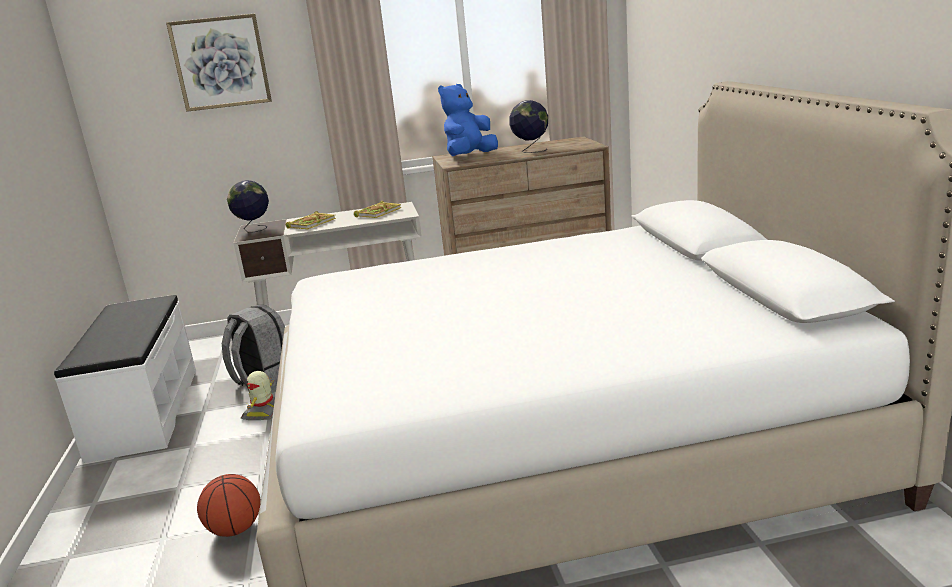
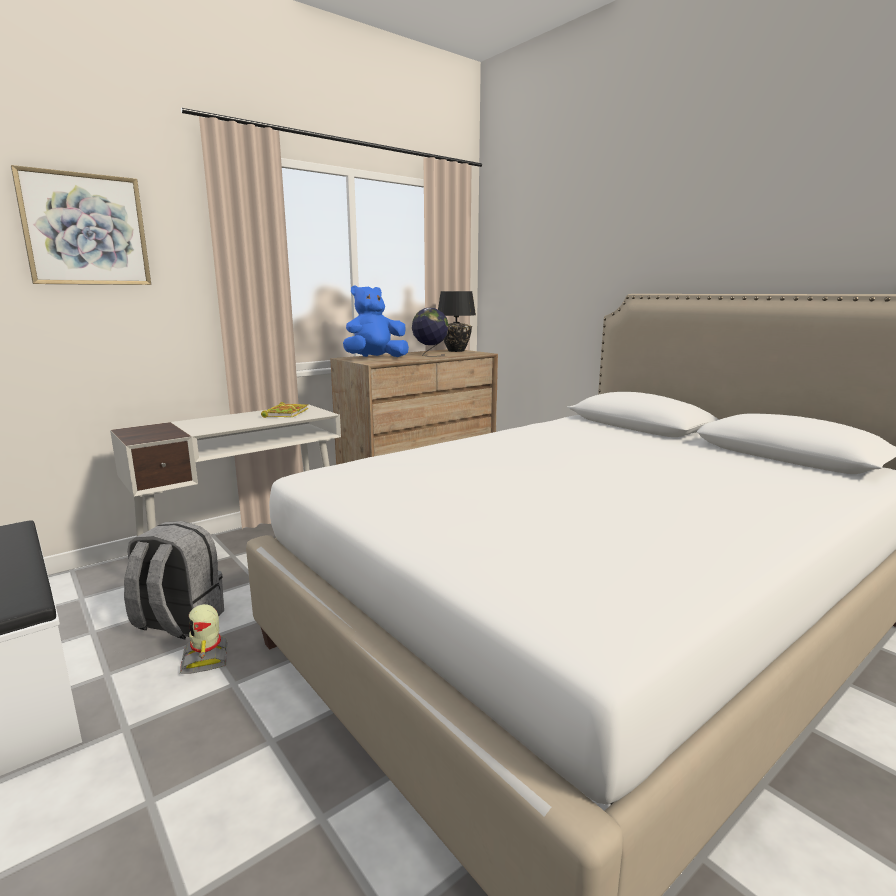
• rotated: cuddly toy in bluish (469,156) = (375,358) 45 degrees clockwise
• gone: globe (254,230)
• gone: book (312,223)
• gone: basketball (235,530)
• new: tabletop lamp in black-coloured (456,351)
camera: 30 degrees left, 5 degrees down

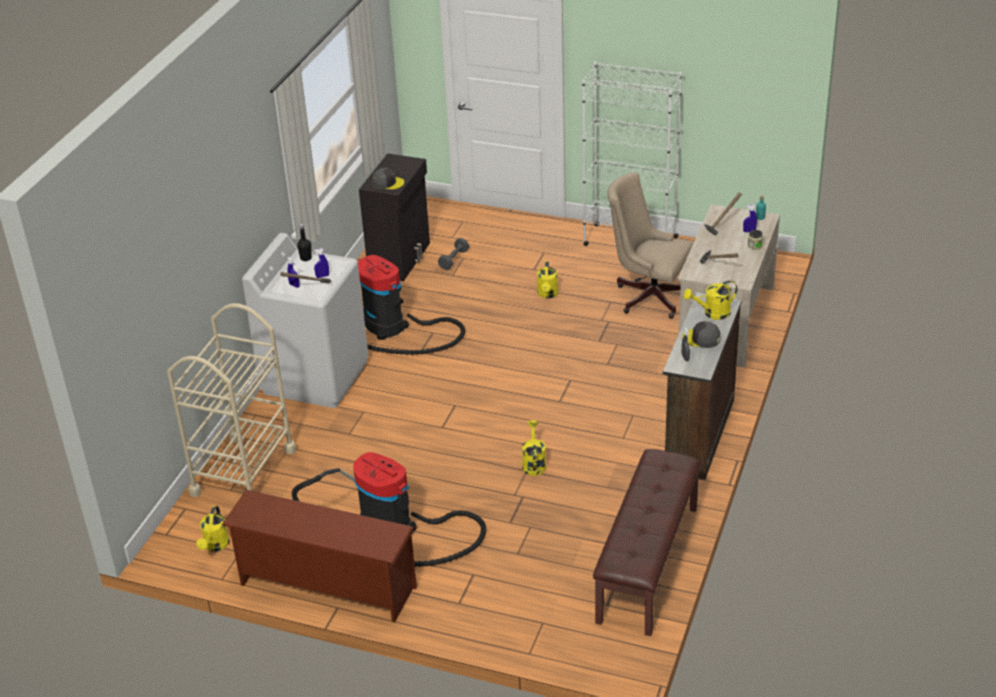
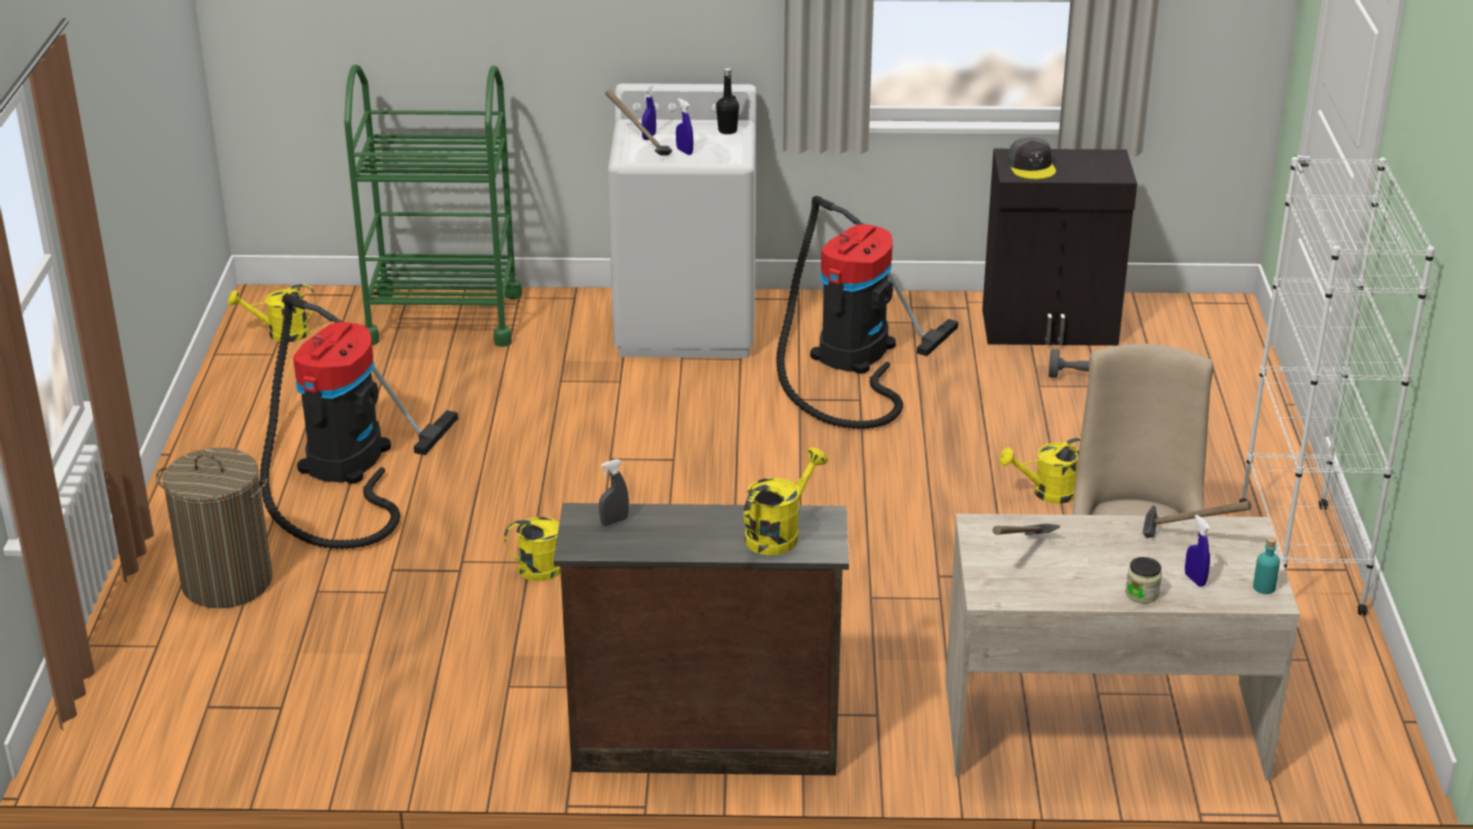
• rotated: watering pot in yellow (712,313) = (779,533) 75 degrees clockwise
• repainted: cart in beige-coloured (243,471) to cart in green (443,318)
• gone: peaked cap in grey (701,339)
• gone: long seat in brownish (648,564)
• gone: shoe rack in brownish (325,587)
• new: laundry basket (227,582)
camera: 70 degrees right, 5 degrees down

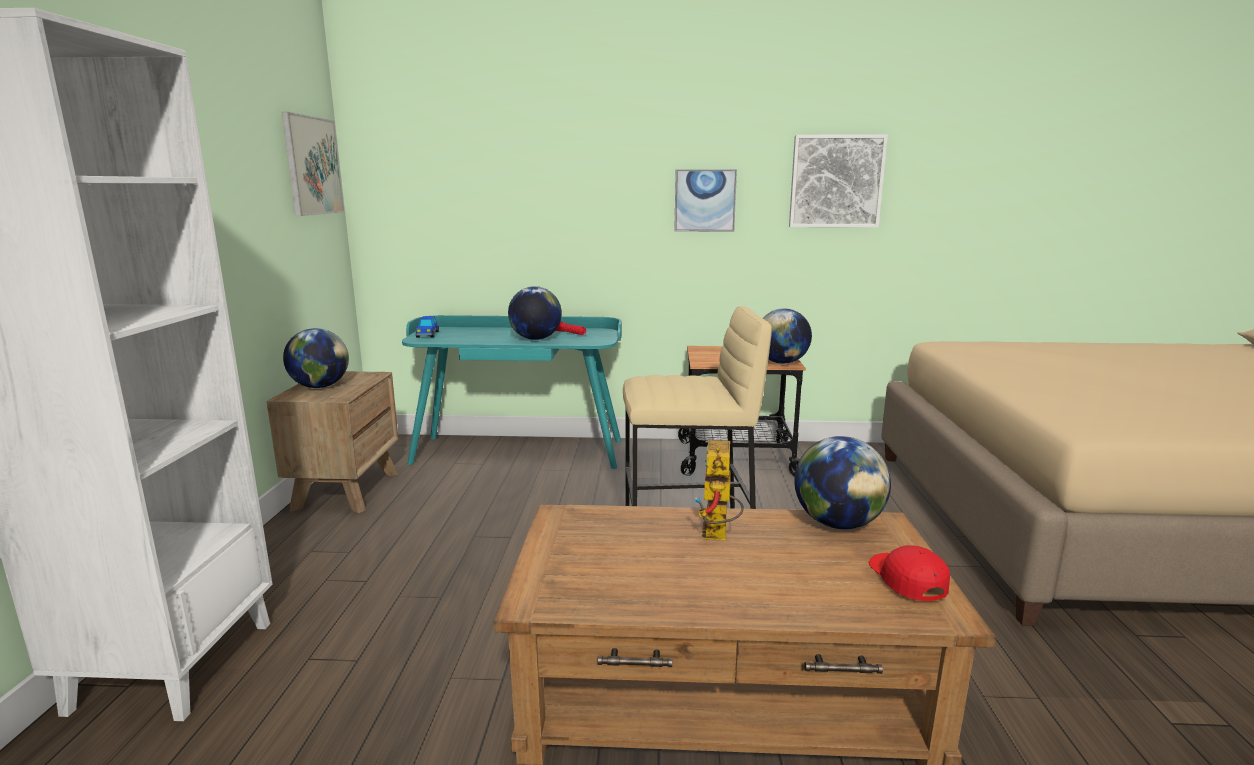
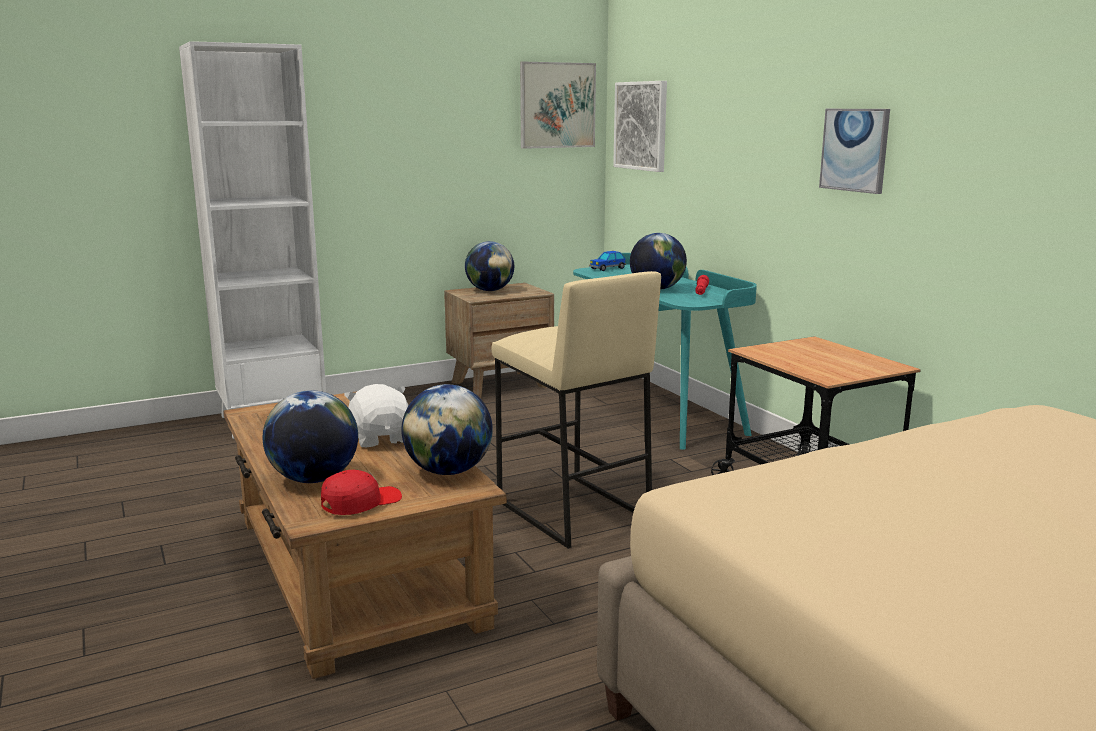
• shifted: picture (836,181) to (641,126)
• shifted: globe (781,362) to (314,479)
• swapped: model robot (718,536) to cuddly toy in whitish (382,438)
camera: 60 degrees right, 0 degrees up

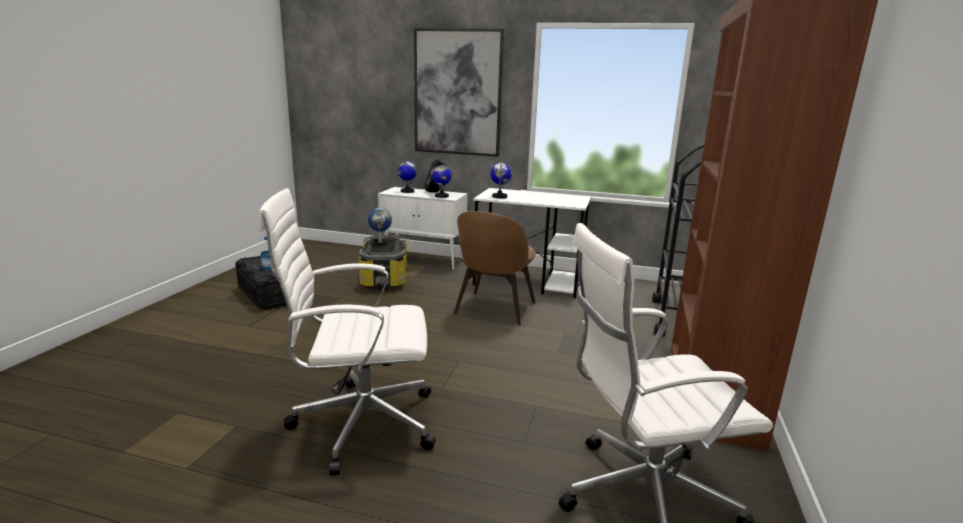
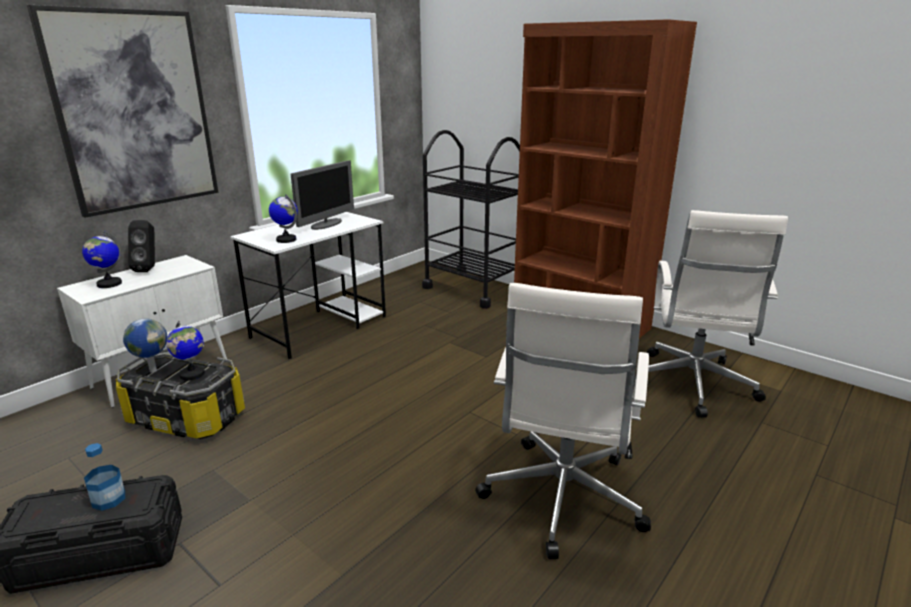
• shifted: globe (441,196) to (192,374)
• gone: chair in brownish (494,309)
• new: computer screen (326,224)
camera: 65 degrees left, 5 degrees up

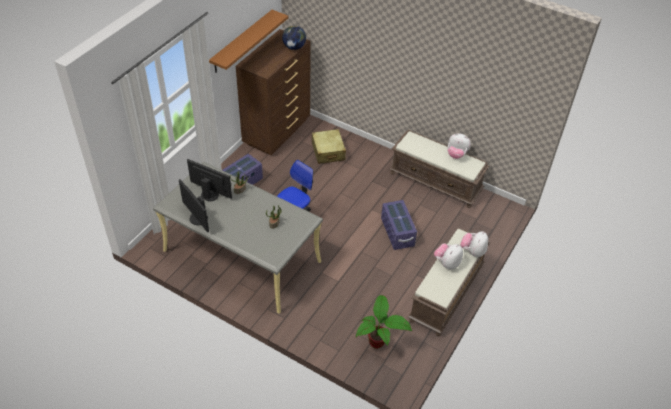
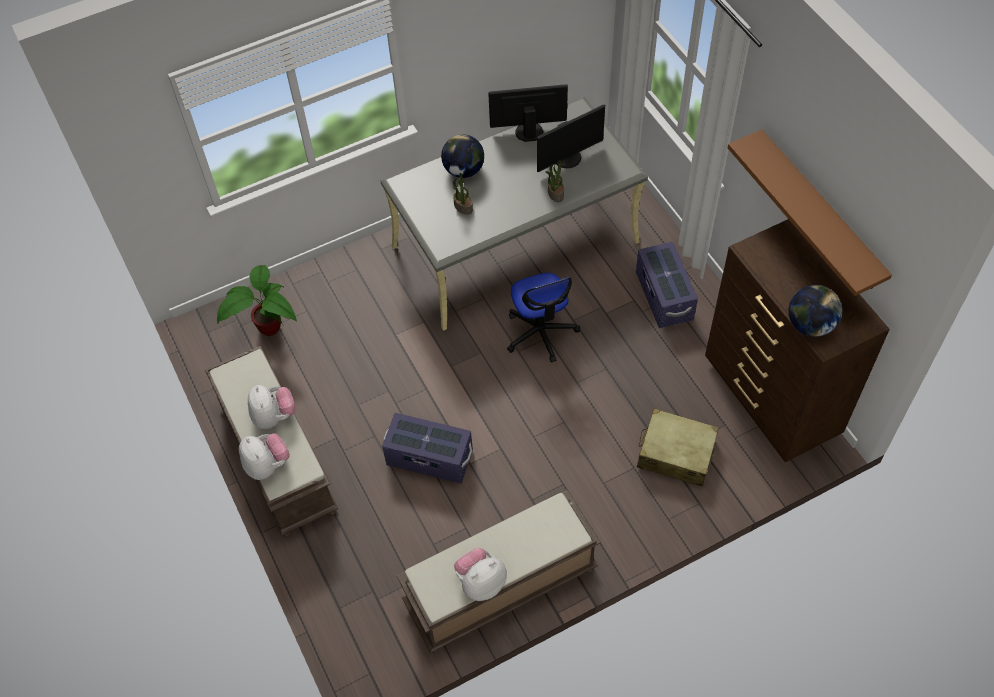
• new: globe (464,170)
camera: 125 degrees right, 10 degrees up

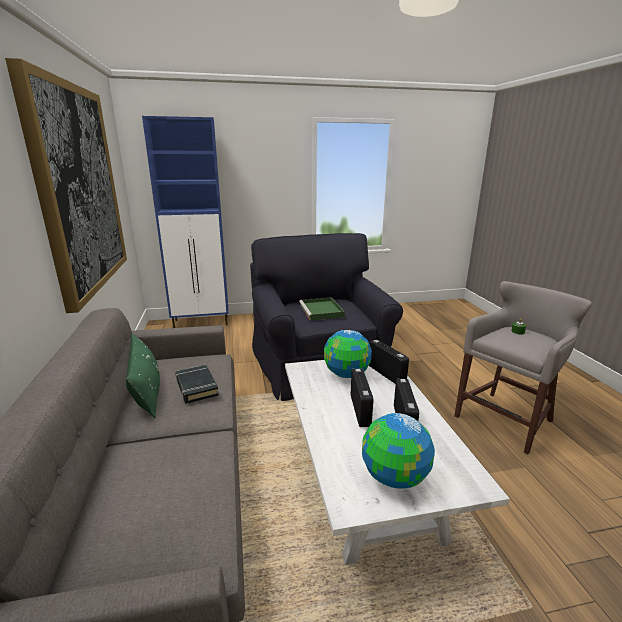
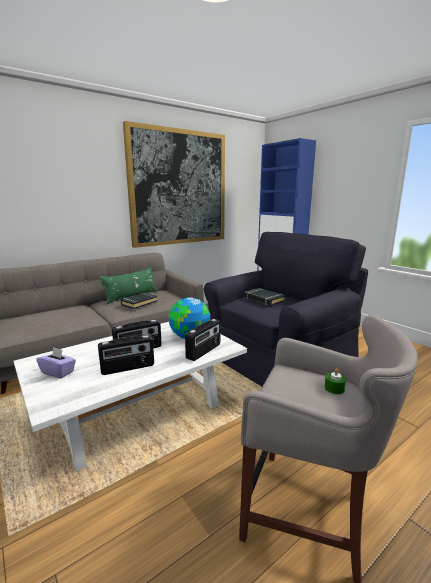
• swapped: serving tray in green (322,311) to book in black-coloured (263,299)
• swapped: globe (394,477) to box of tissues in purple-coloured (58,372)
camera: 65 degrees right, 5 degrees down

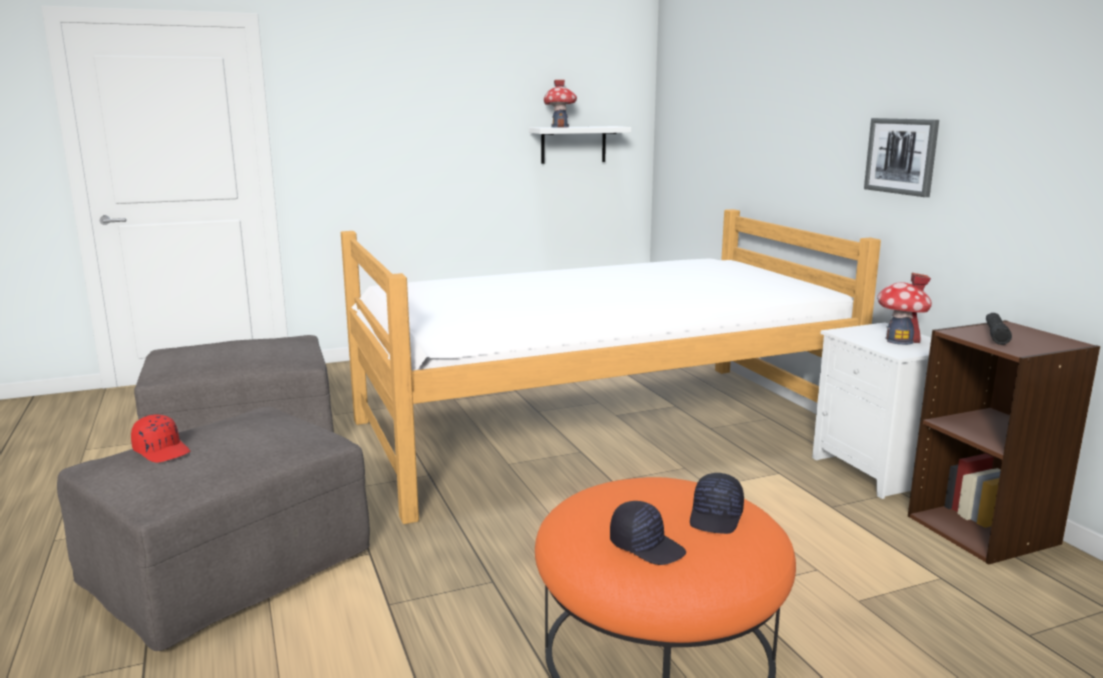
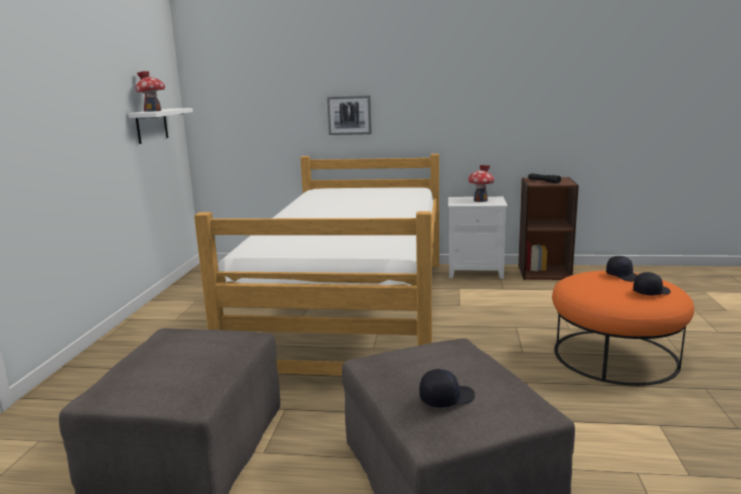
• shifted: picture (901,156) to (349,115)
• repainted: peaked cap in red (162,451) to peaked cap in black-coloured (446,398)
camera: 60 degrees left, 0 degrees up

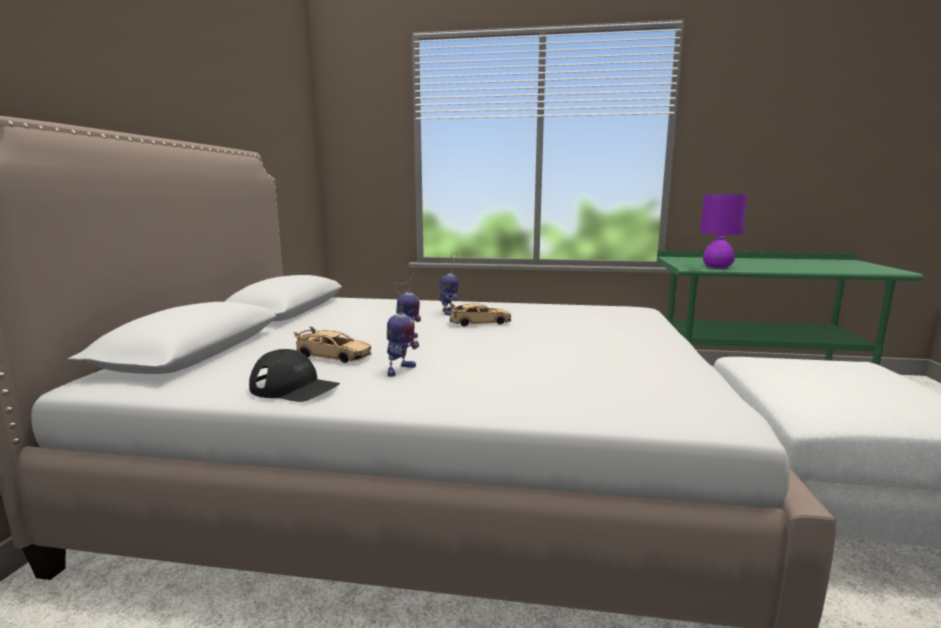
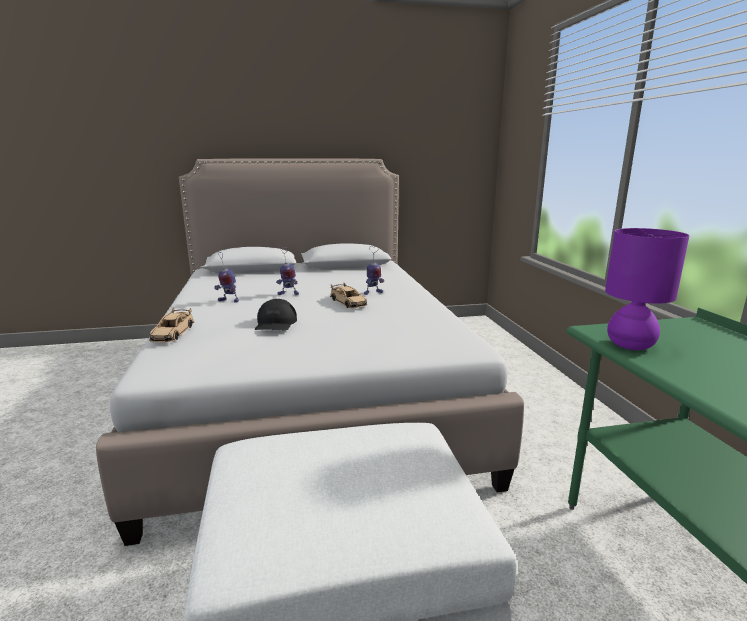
• shifted: miniature car in beige-coloured (333,356) to (173,333)
• shifted: peaked cap in black-coloured (294,388) to (275,323)
camera: 70 degrees right, 5 degrees up

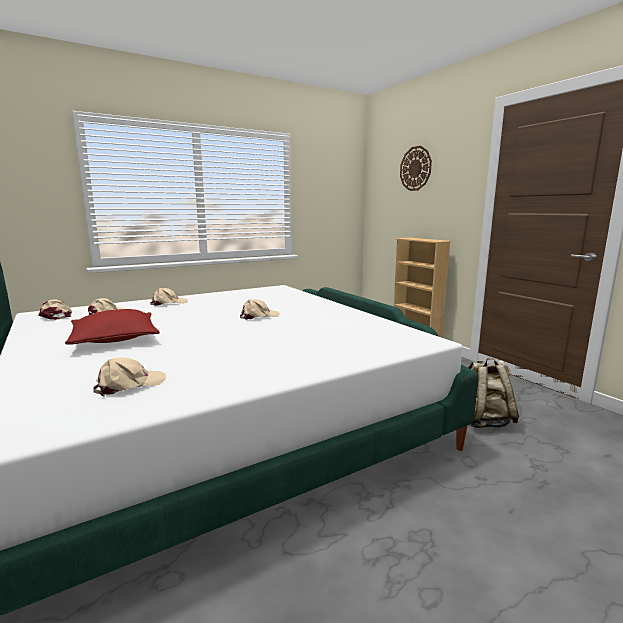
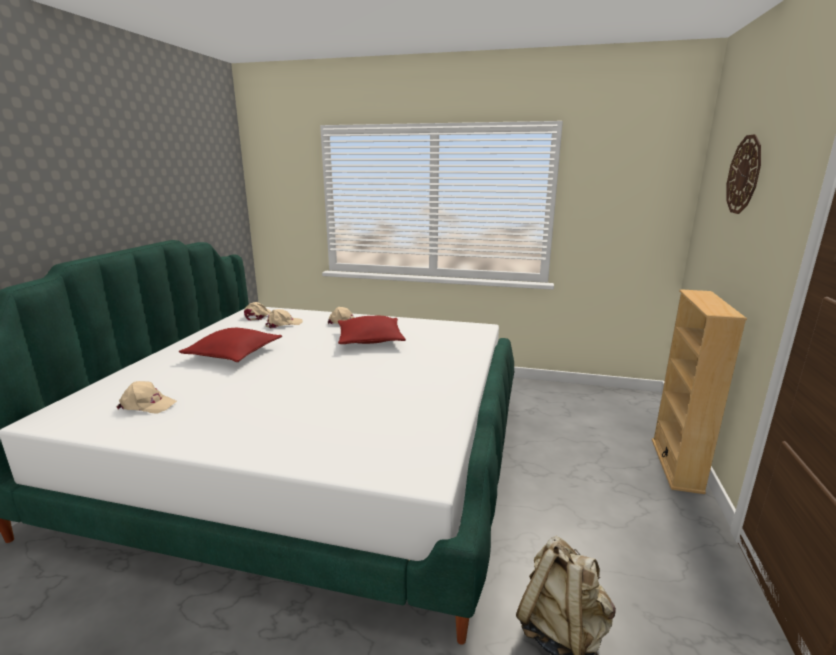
• gone: peaked cap in beige-coloured (259,316)
• new: pillow in red (370,339)
camera: 45 degrees right, 5 degrees up

